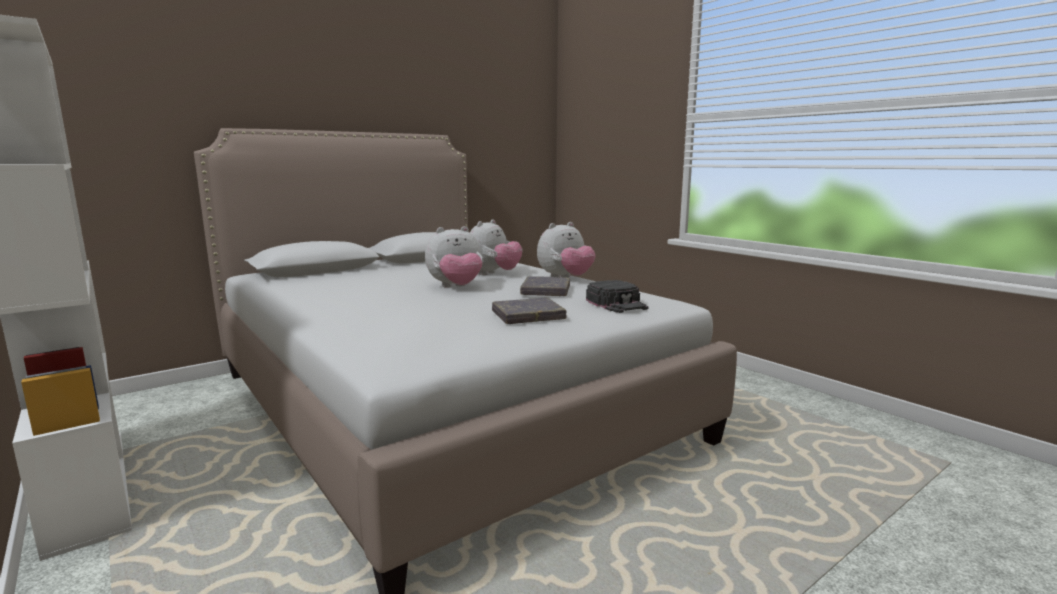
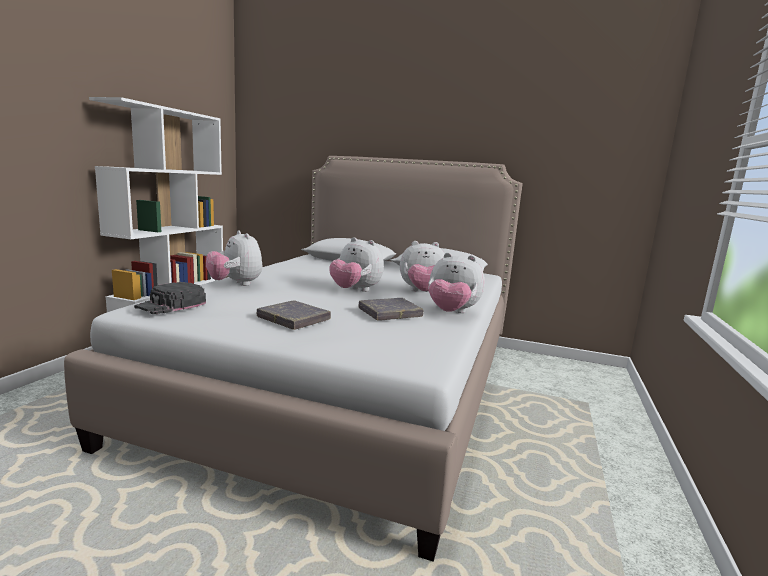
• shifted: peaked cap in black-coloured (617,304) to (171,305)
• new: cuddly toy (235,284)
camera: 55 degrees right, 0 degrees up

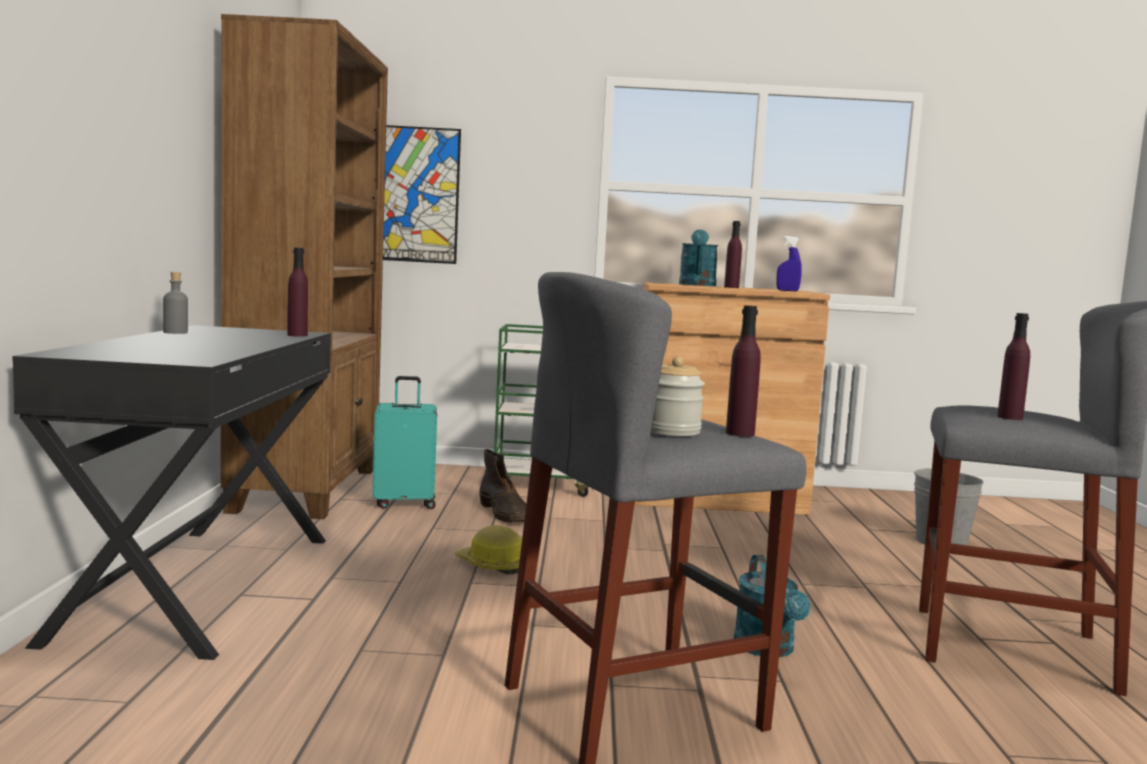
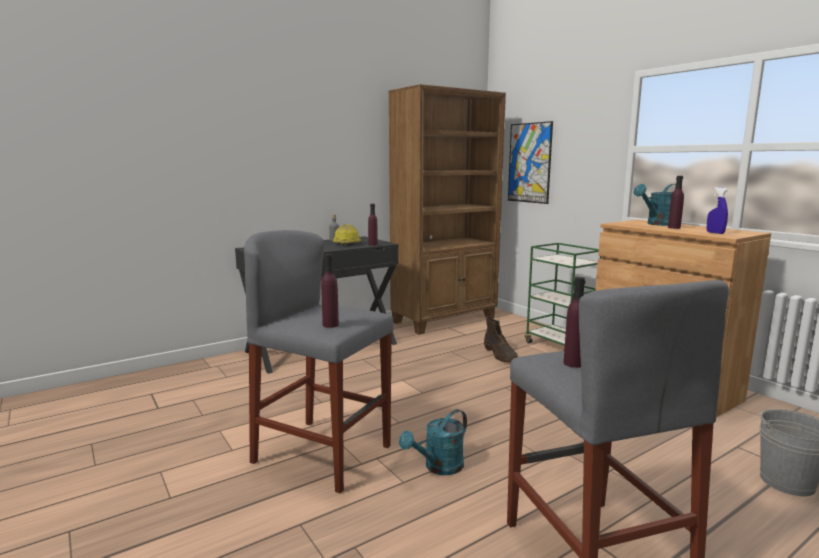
• gone: storage jar (672,431)
• gone: travel case in blue-green (404,503)
• rotated: boot in brownish (505,514) = (500,355) 45 degrees counterclockwise
• shifted: work helmet (492,566) to (347,243)
camera: 55 degrees right, 5 degrees up

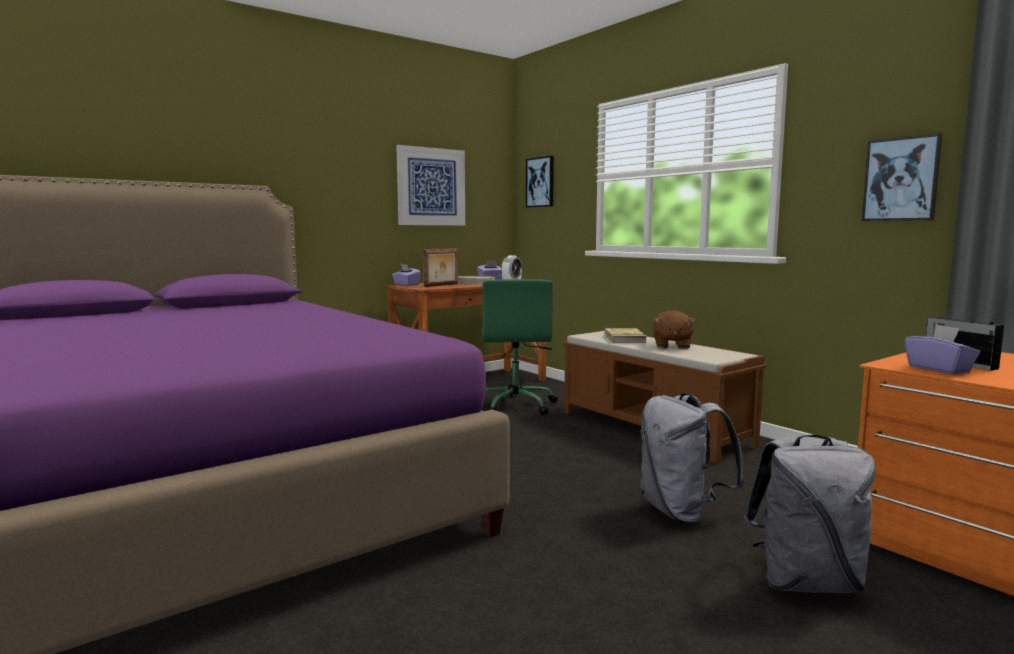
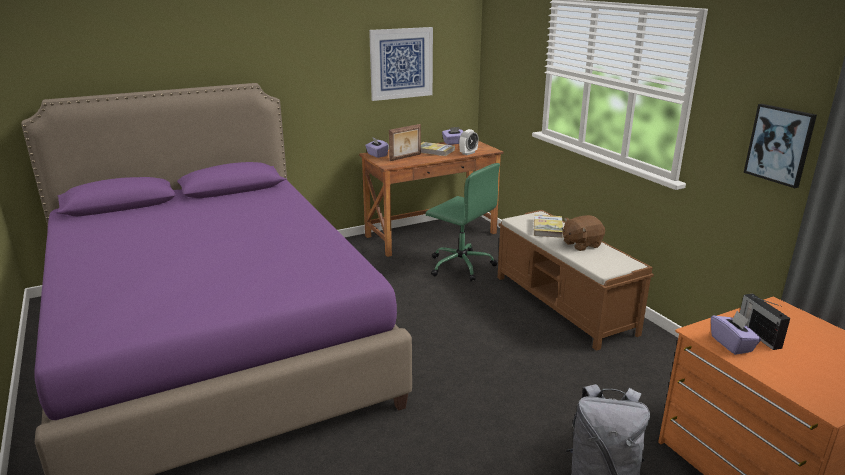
• gone: picture (540,182)
• rotated: desk chair in green (515,405) = (460,265) 60 degrees counterclockwise
• rotated: cuddly toy in brownish (671,346) = (581,244) 45 degrees clockwise
• gone: backpack in grey (682,513)
camera: 10 degrees right, 15 degrees up

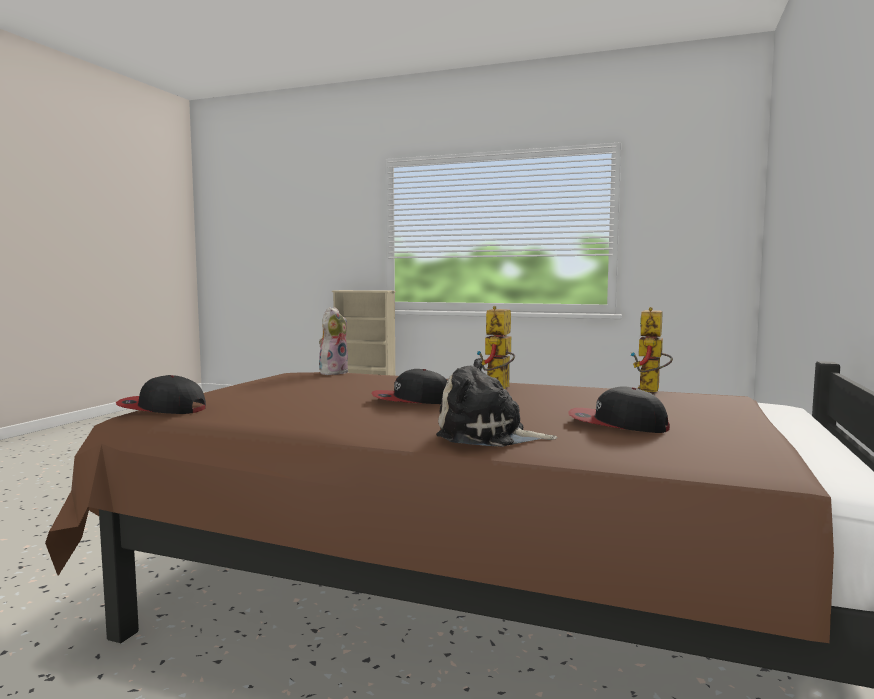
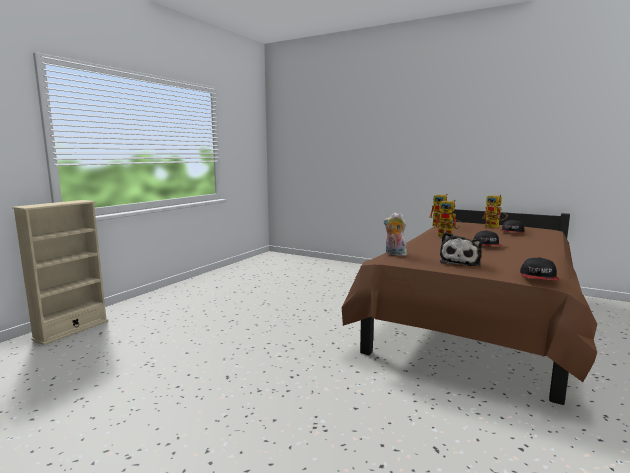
• shifted: cuddly toy (488,436) to (460,262)
• new: model robot (494,227)
camera: 80 degrees left, 5 degrees up

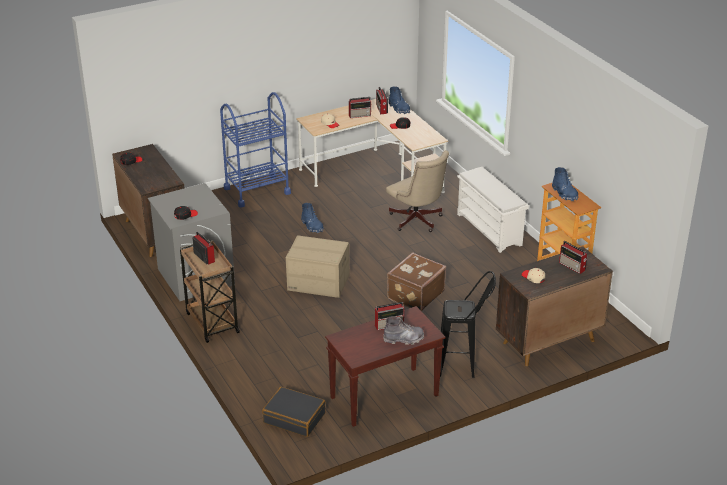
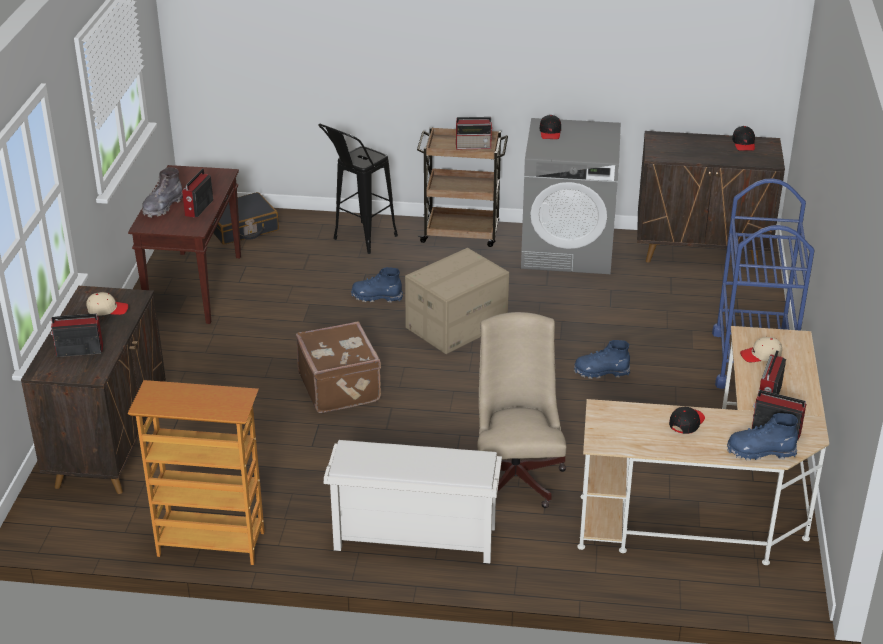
• rotated: desk chair in beige-coloured (417,221) = (516,474) 90 degrees clockwise
• shifted: boot in bluish (564,193) to (376,297)
• shifted: sitting stool in black-coloured (464,365) to (359,241)
camera: 125 degrees right, 0 degrees up

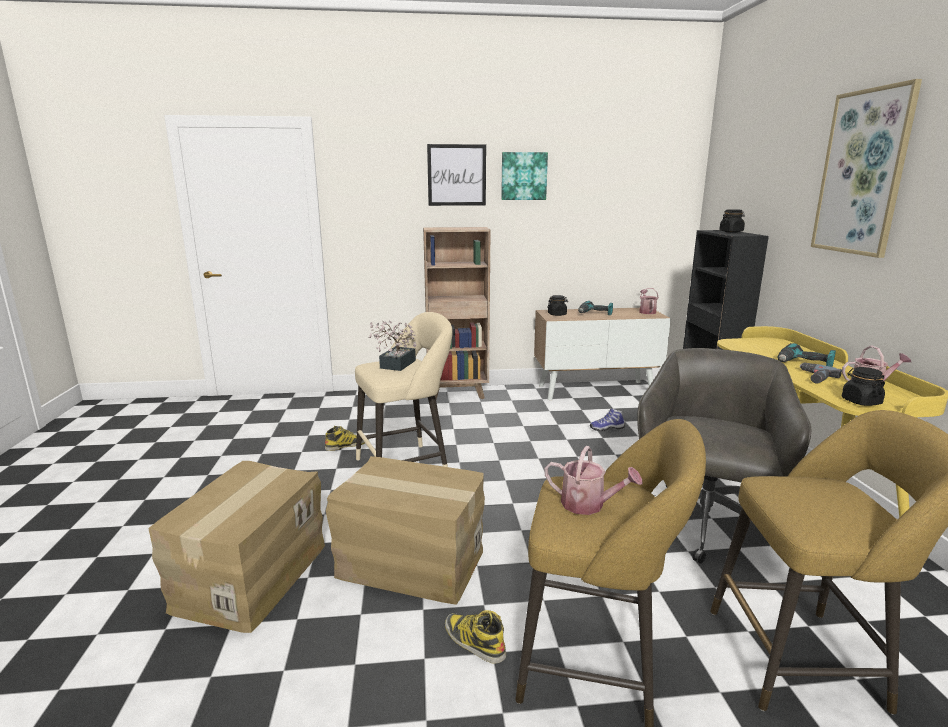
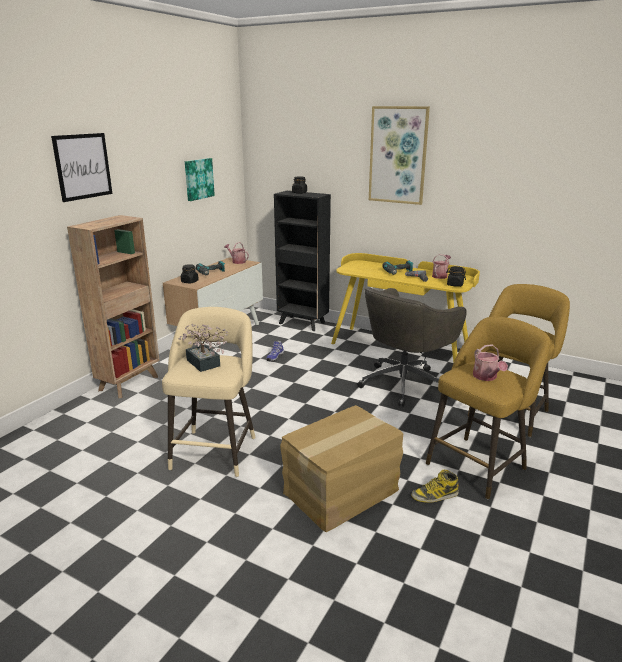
• shifted: picture (523,176) to (198,179)
• rotated: desk chair in grey (703,524) = (404,383) 105 degrees counterclockwise
• gone: boot (346,445)
• rotated: watering pot (588,505) = (486,377) 105 degrees clockwise
• gone: carton (250,576)
camera: 55 degrees left, 5 degrees up

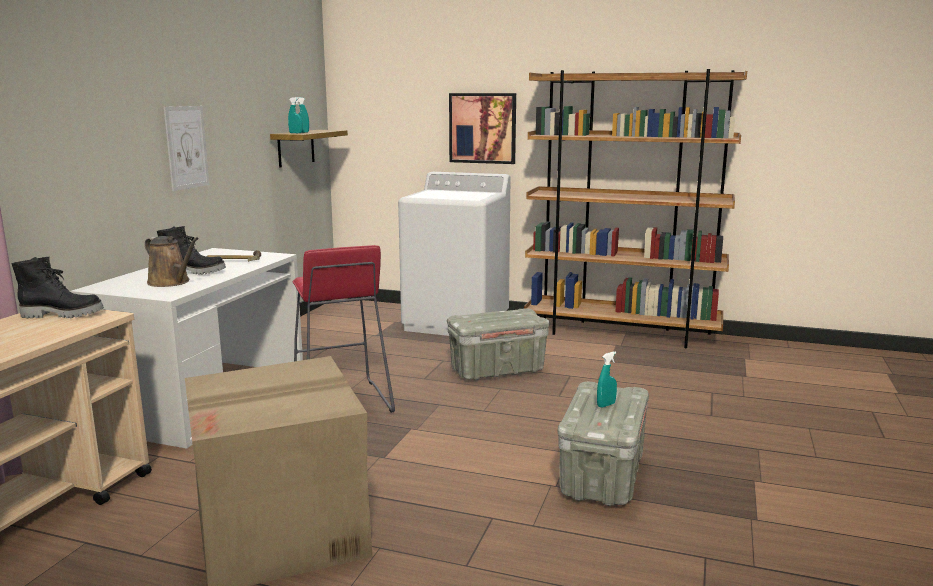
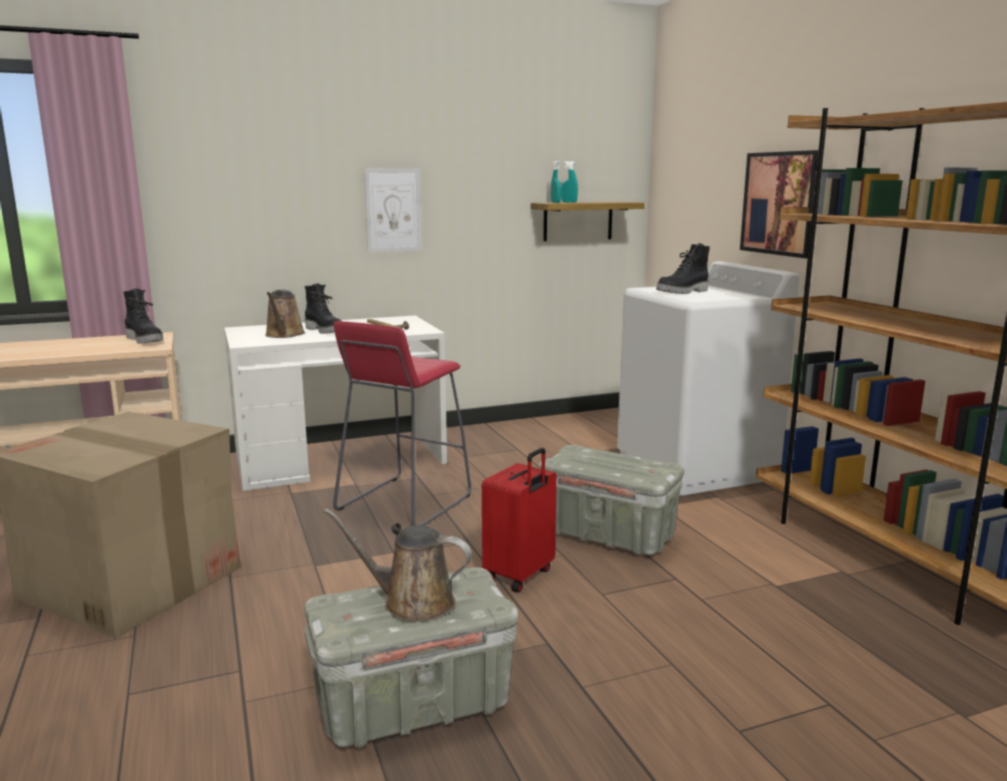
• swapped: hand sprayer in blue-green (606,405) to watering pot in brownish (412,602)
• new: boot in black-coloured (683,292)
• new: travel case in red (520,575)
camera: 50 degrees right, 0 degrees up

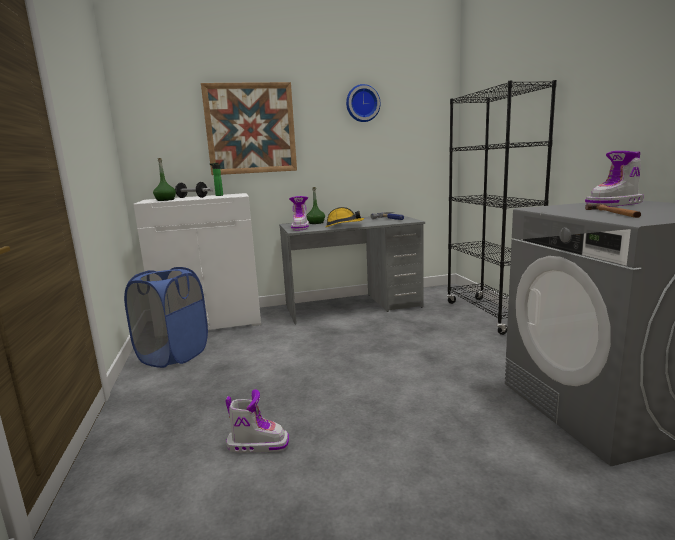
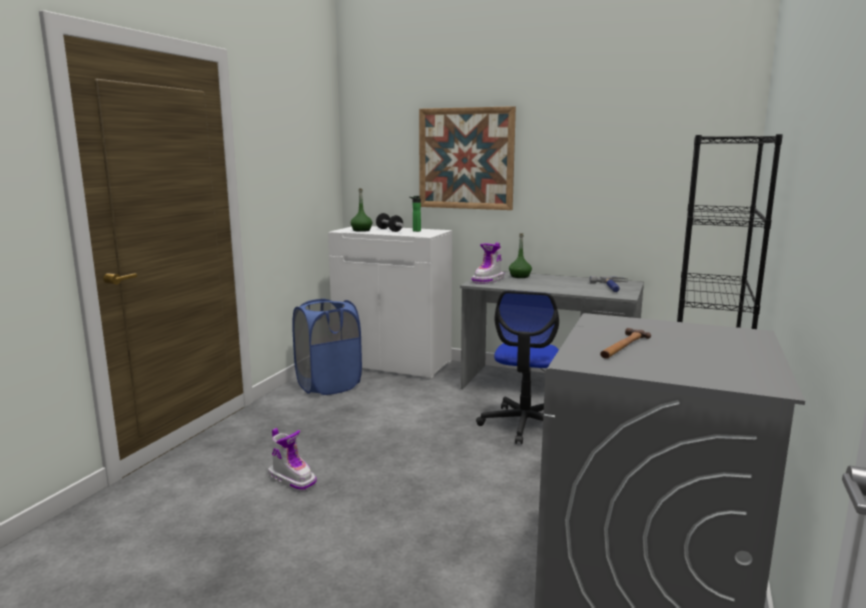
• gone: clock on the wall (362,103)
• gone: boot (614,204)
• gone: work helmet (344,226)
• new: desk chair (524,424)
camera: 35 degrees right, 0 degrees up

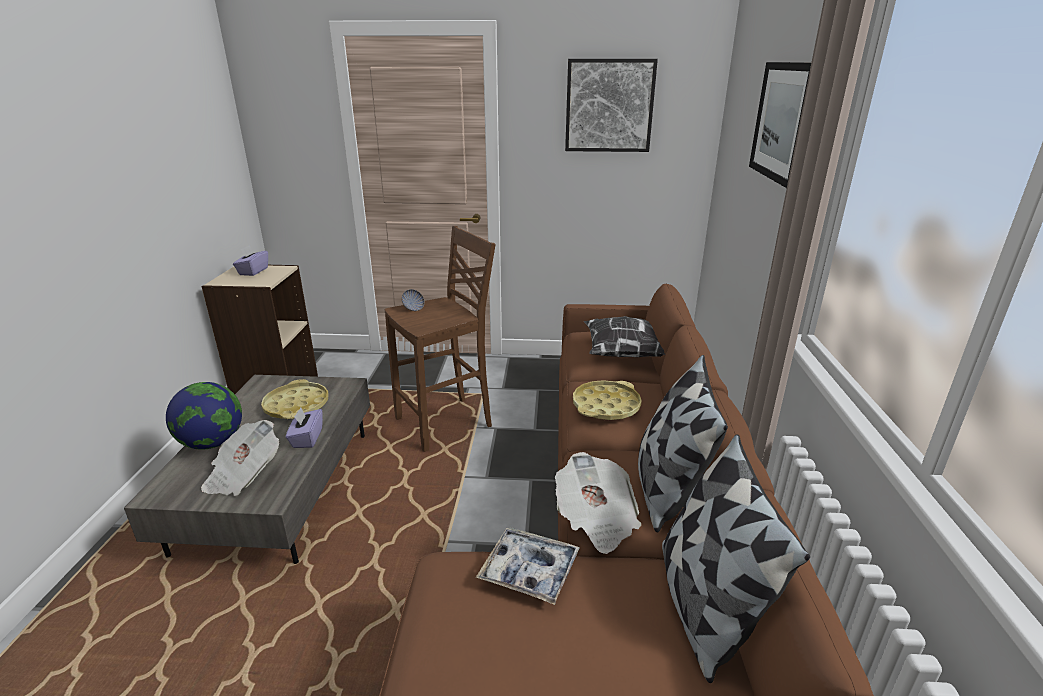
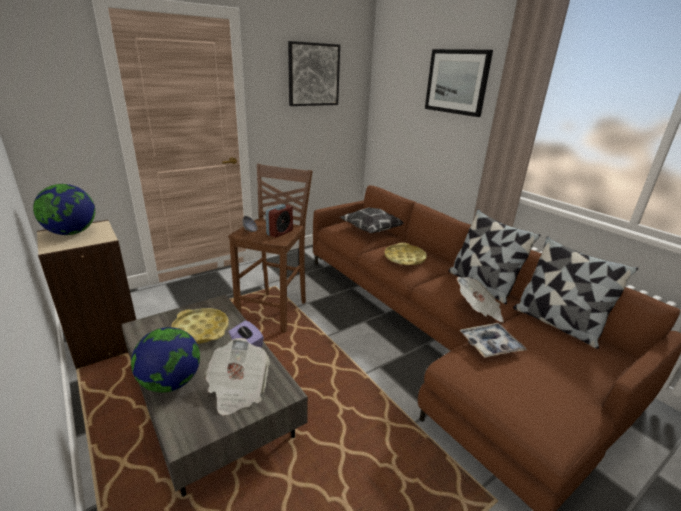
• swapped: box of tissues in purple-coloured (253,271) to globe (71,233)
• new: table clock (280,232)
camera: 40 degrees left, 0 degrees up

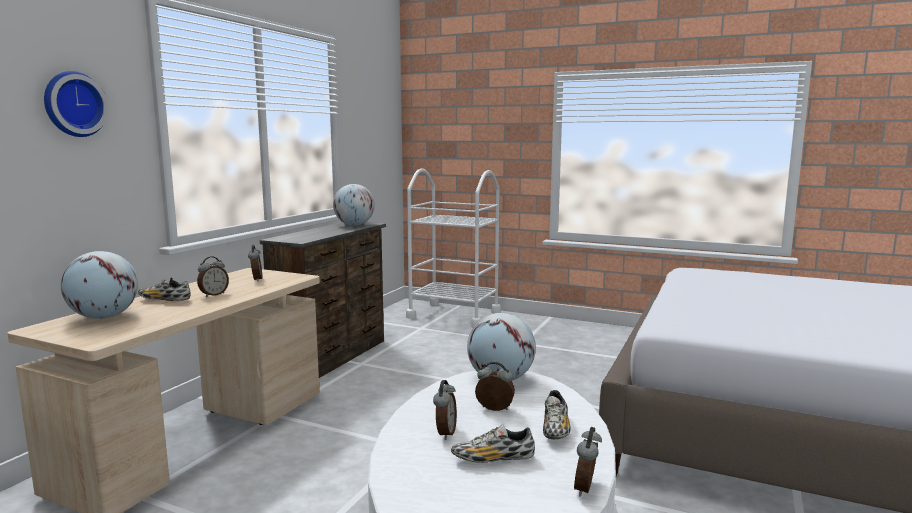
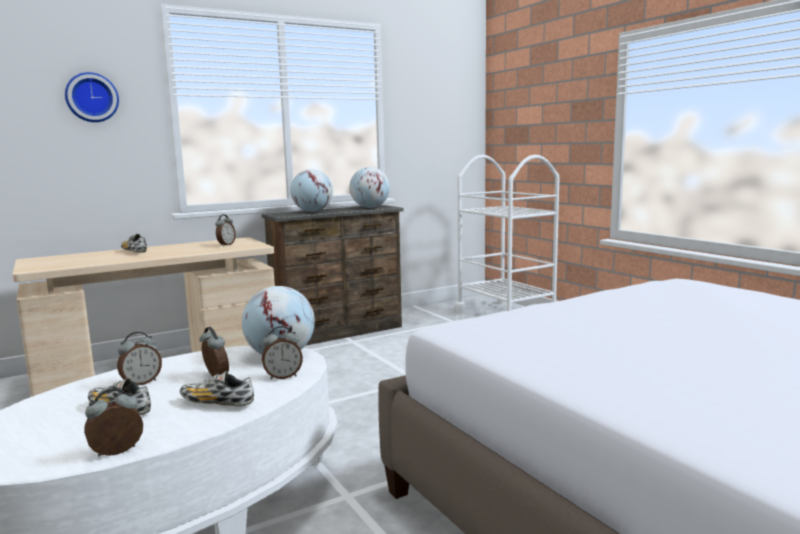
• shifted: globe (104,317) to (313,211)
• shifted: table clock (213,295) to (283,376)
• rotated: item of footwear (555,429) = (217,404) 60 degrees clockwise
camera: 35 degrees right, 0 degrees up

